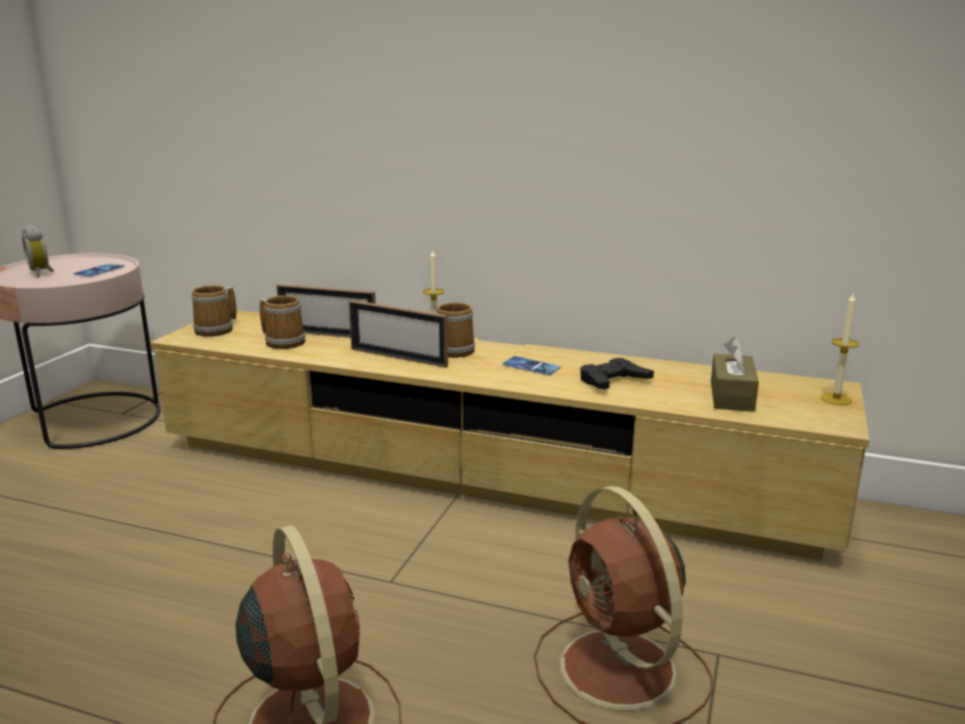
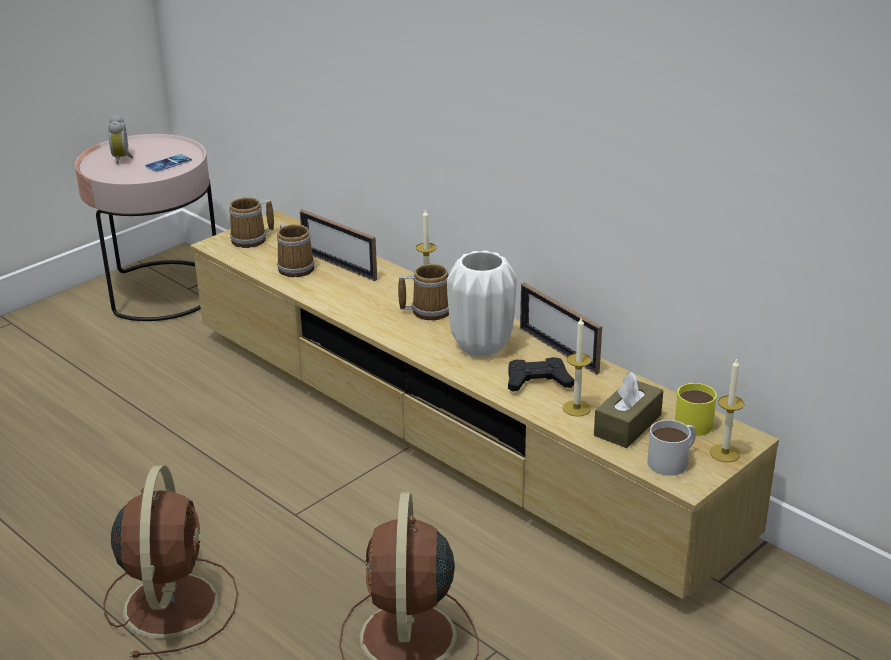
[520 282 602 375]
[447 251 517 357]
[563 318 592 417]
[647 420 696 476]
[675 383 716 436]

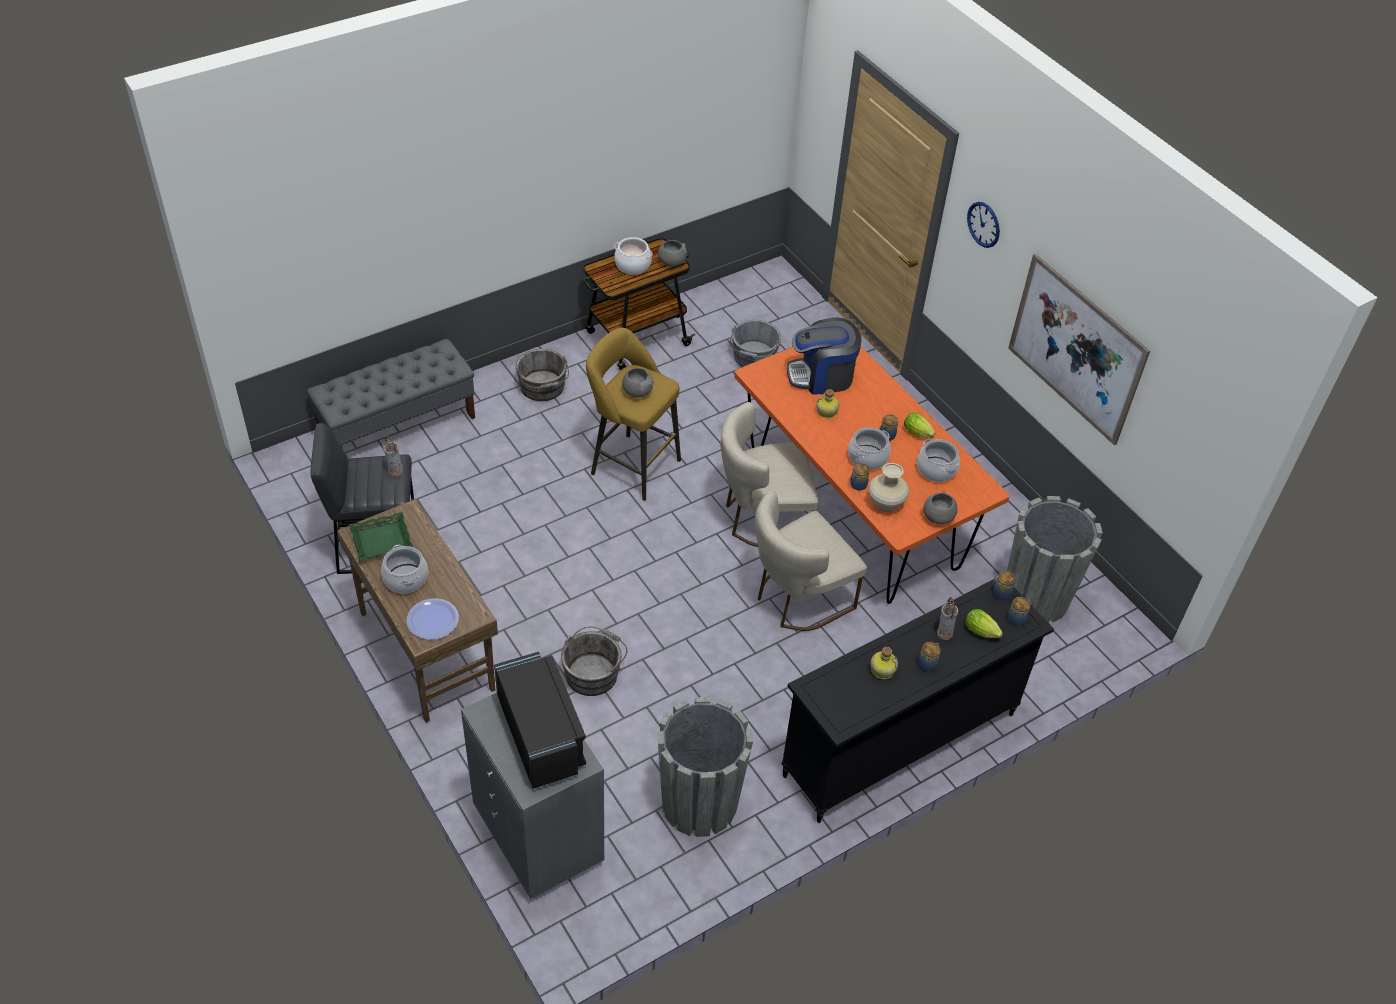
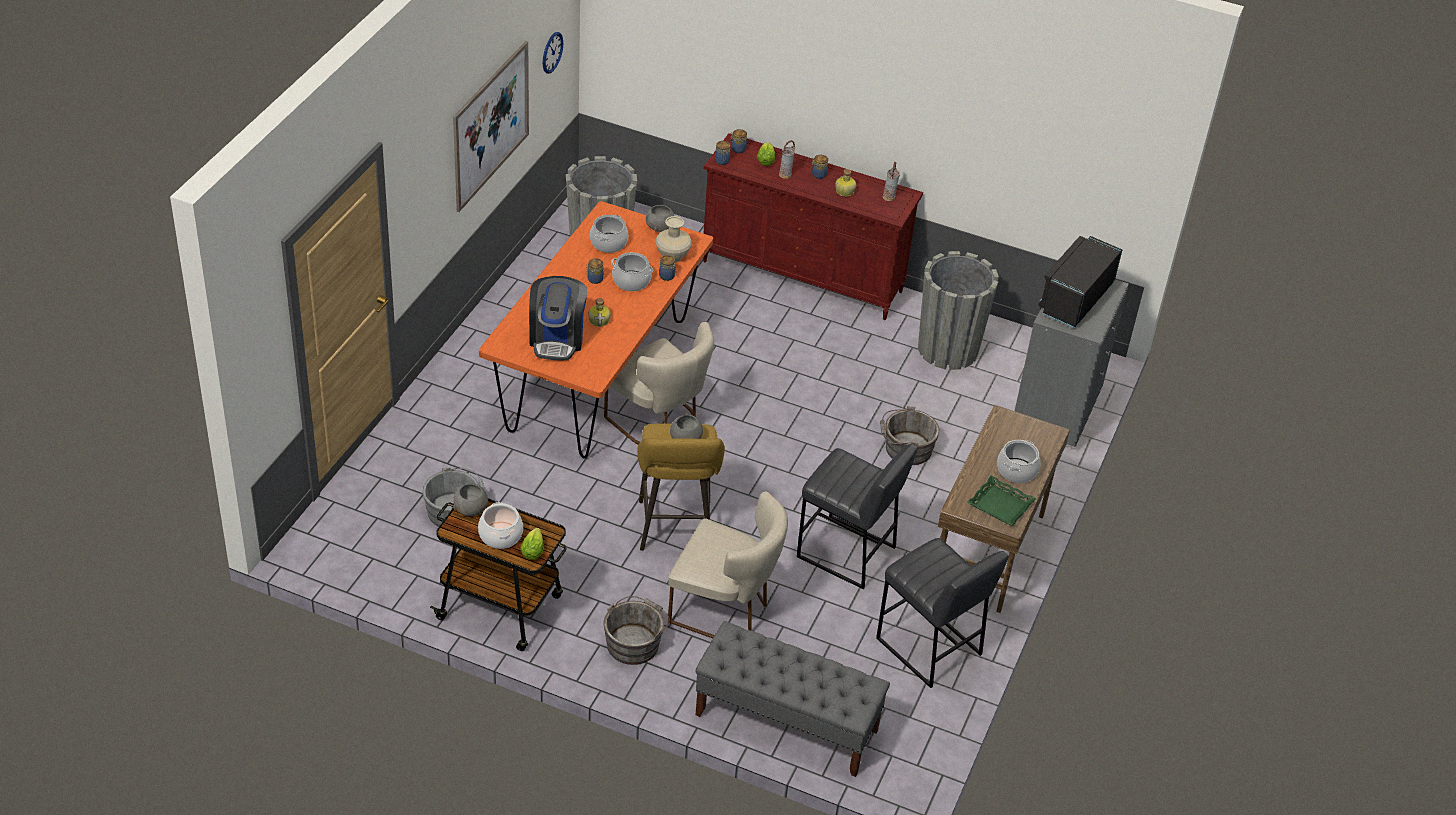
[883 162 900 201]
[406 598 459 640] (first image)
[668 491 788 638]
[703 133 923 320]
[529 276 587 361]
[520 528 544 560]
[543 32 563 74]
[797 444 918 589]

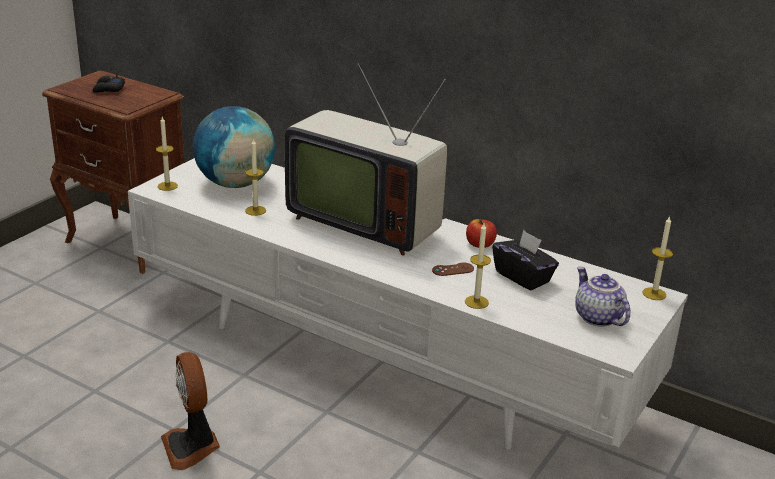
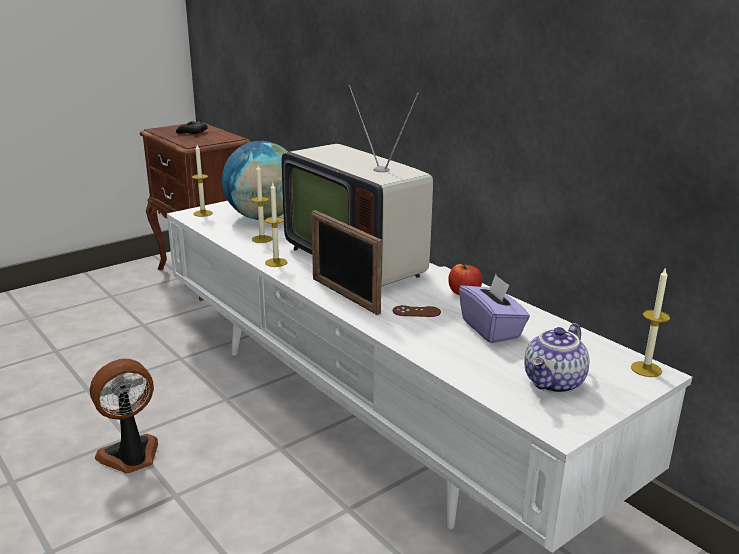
[90 359 158 473]
[265 183 287 267]
[459 274 530 344]
[524 323 590 394]
[311 210 382 315]

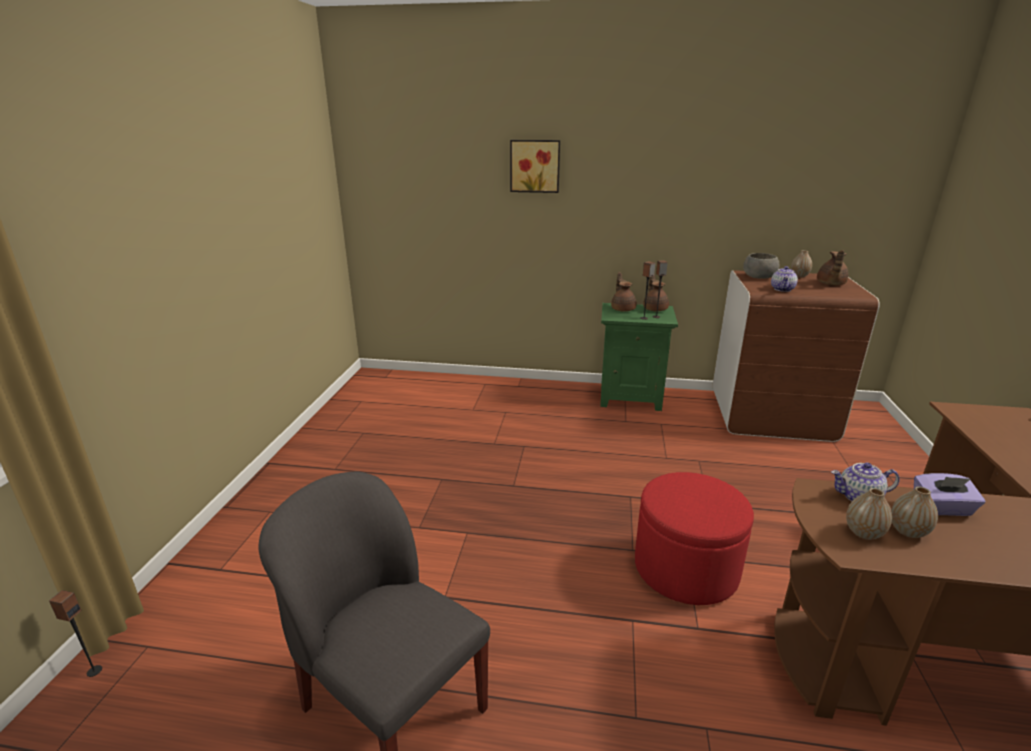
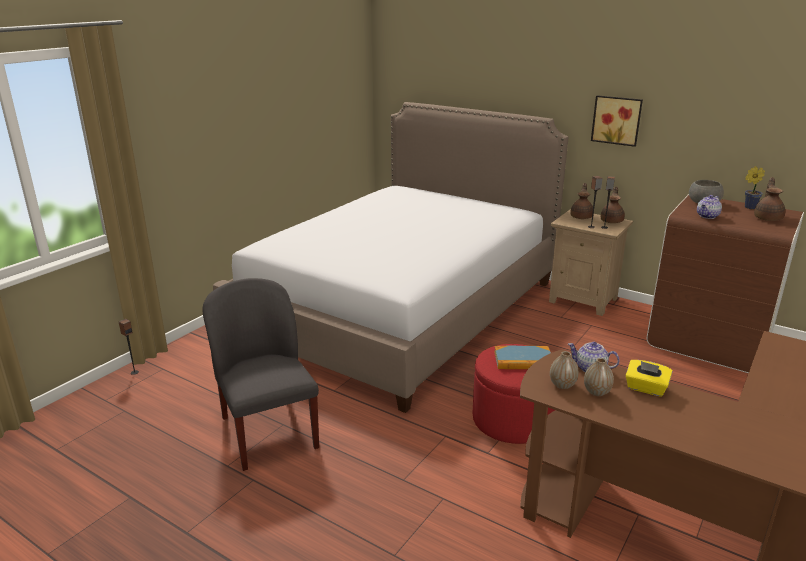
[591 95 643 147]
[549 209 633 316]
[745 166 765 209]
[754 177 785 221]
[626 360 673 397]
[213 102 569 413]
[494 346 551 369]

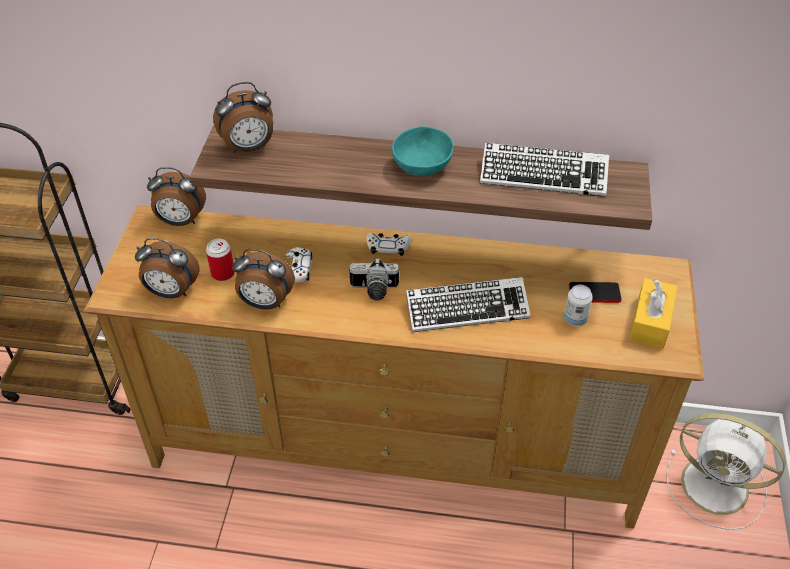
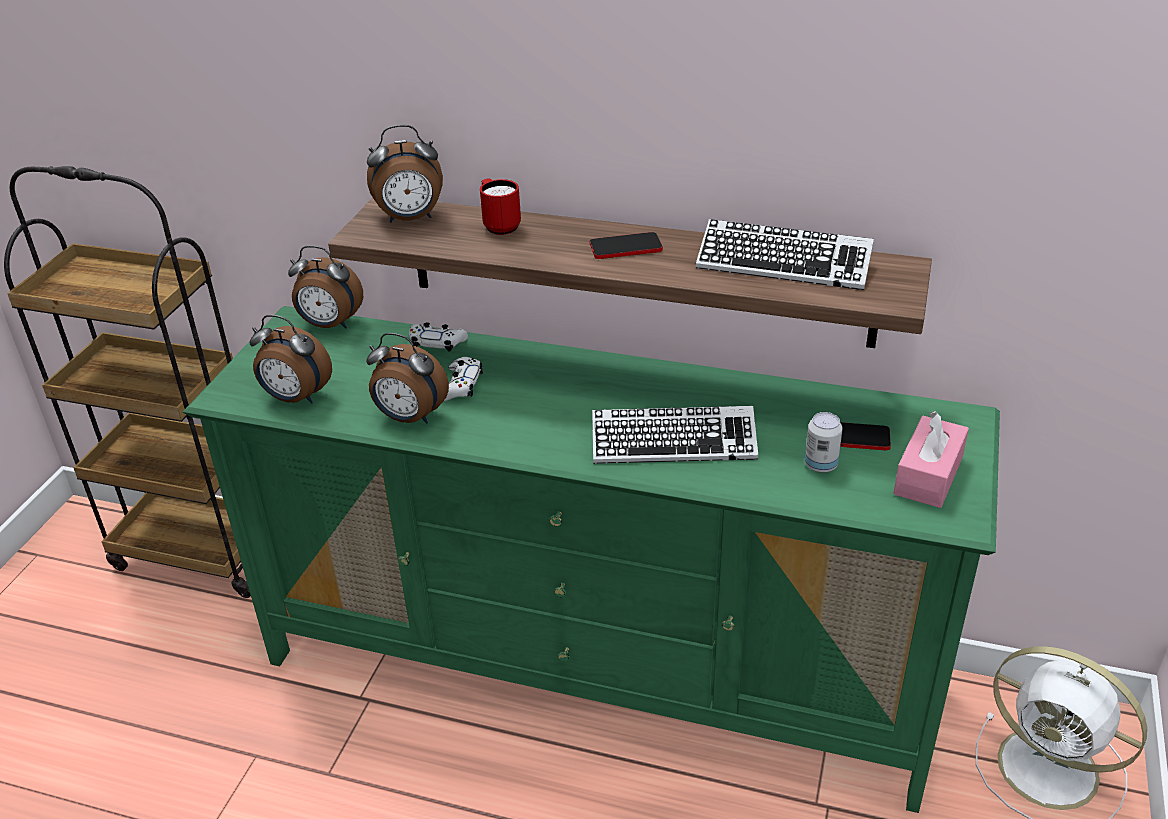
[183 306 1000 813]
[206 239 235 281] (first image)
[349 258 399 301] (first image)
[409 322 468 351]
[590 232 663 259]
[893 411 969 508]
[480 178 521 235]

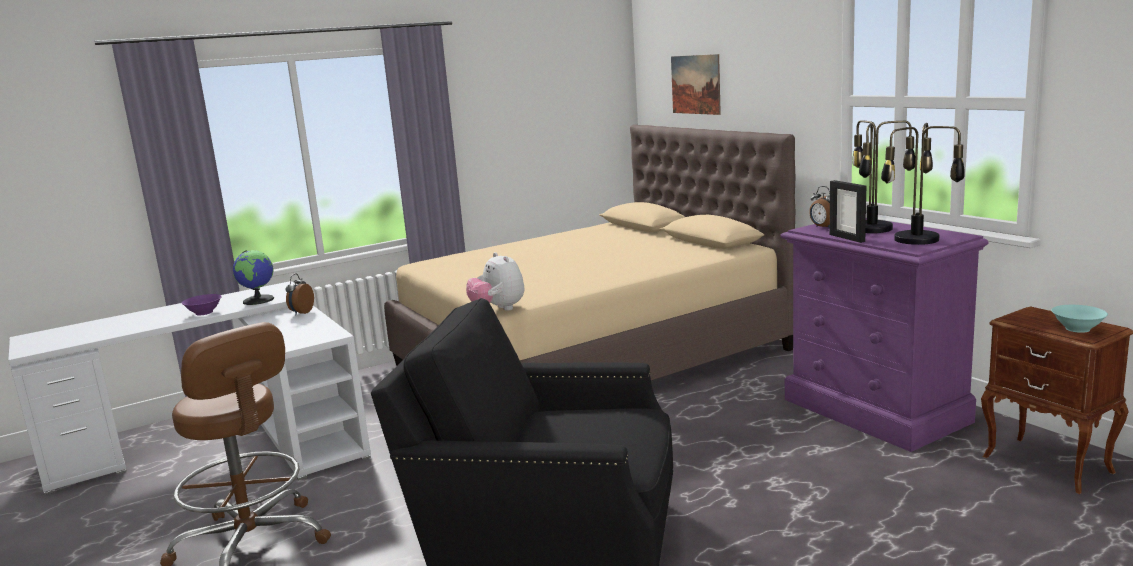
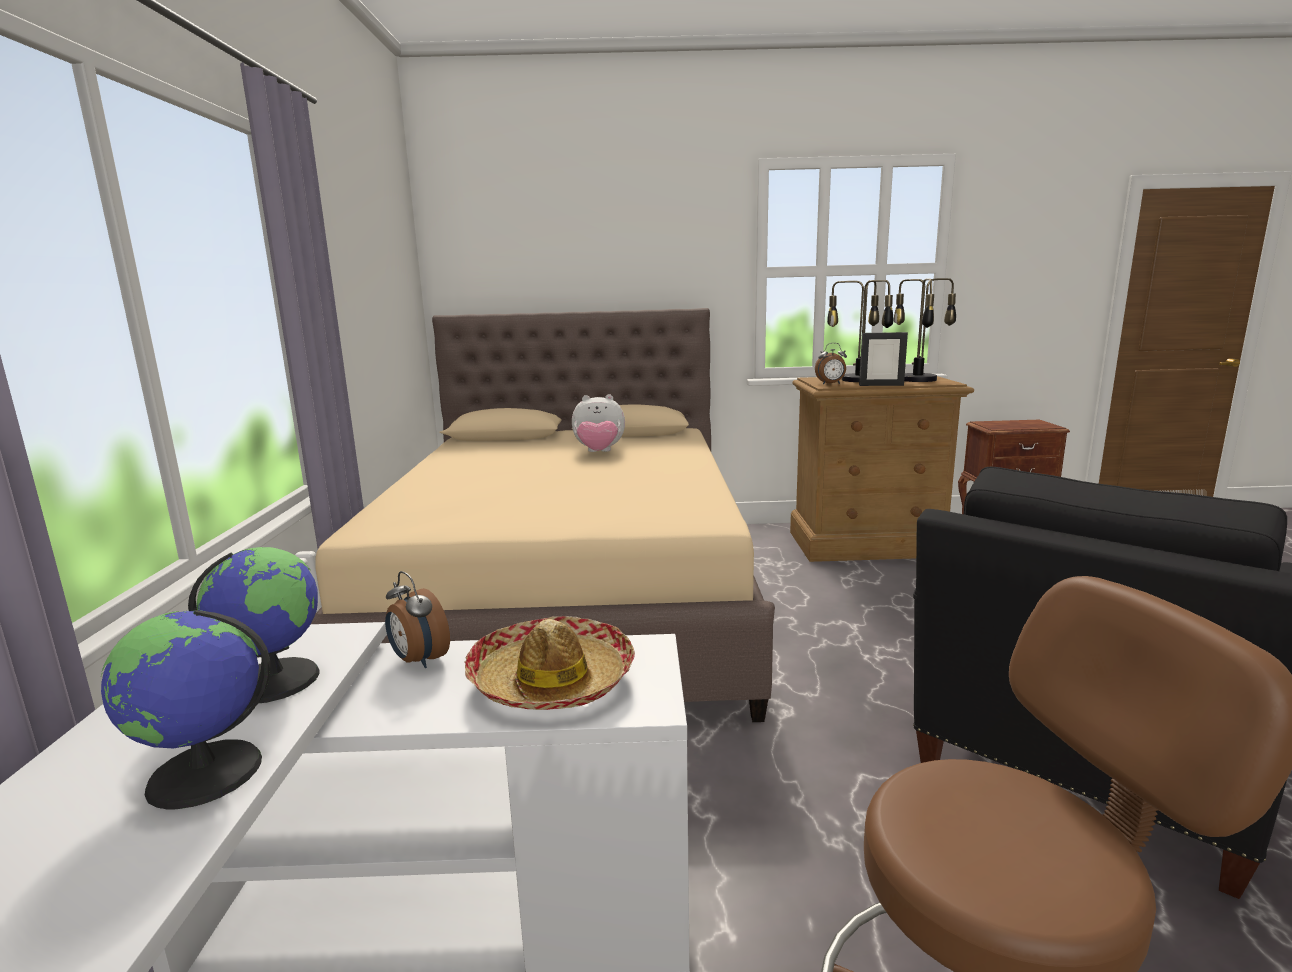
[101 610 270 809]
[572 394 625 452]
[671 54 721 115] (first image)
[790 376 974 562]
[1051 305 1108 333] (first image)
[465 616 635 710]

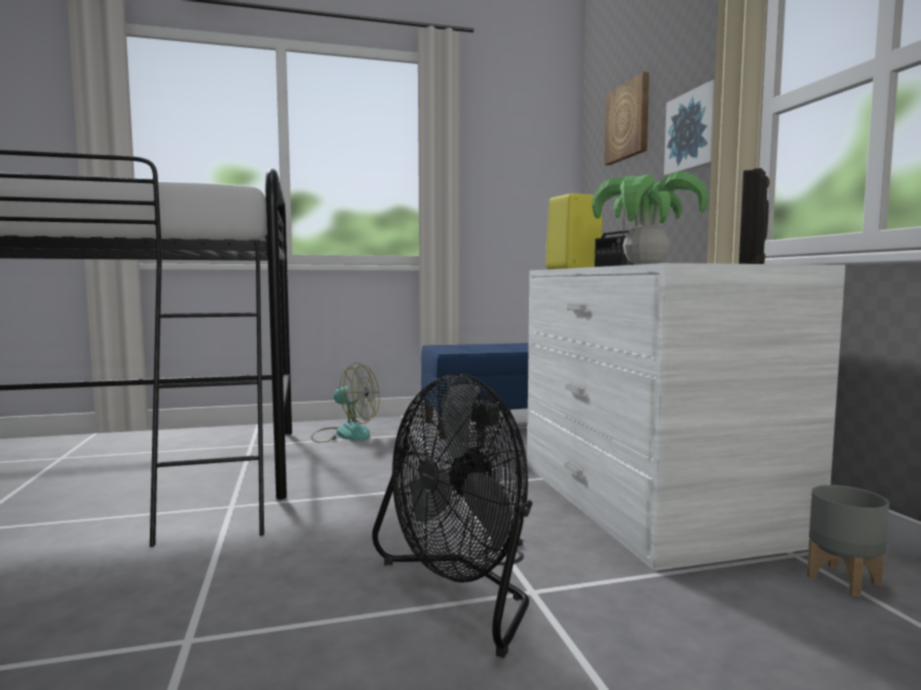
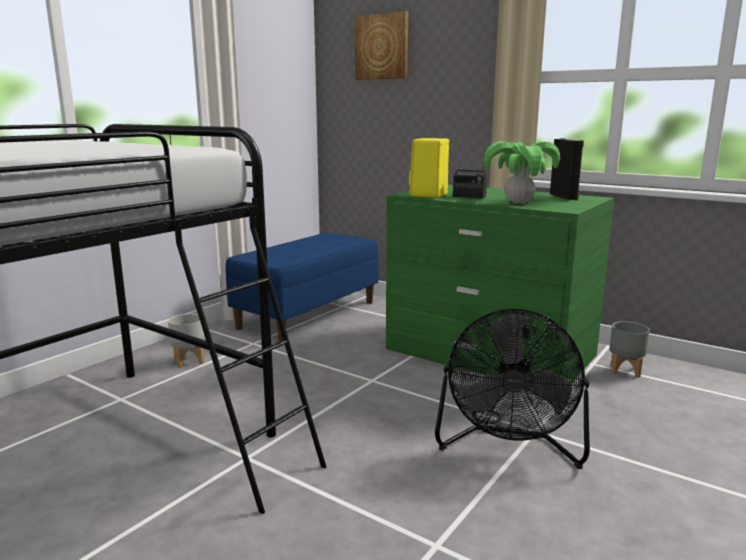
[168 314 205 368]
[386 185 614 384]
[664 79 715 176] (first image)

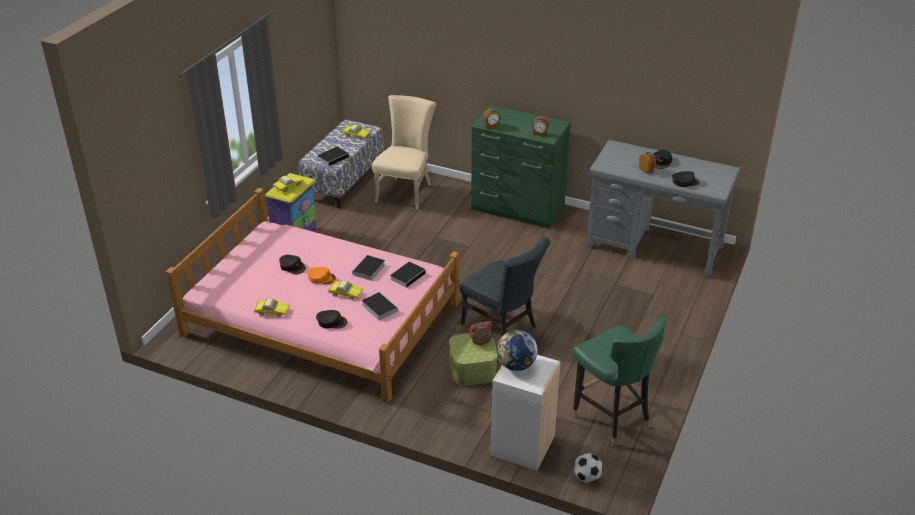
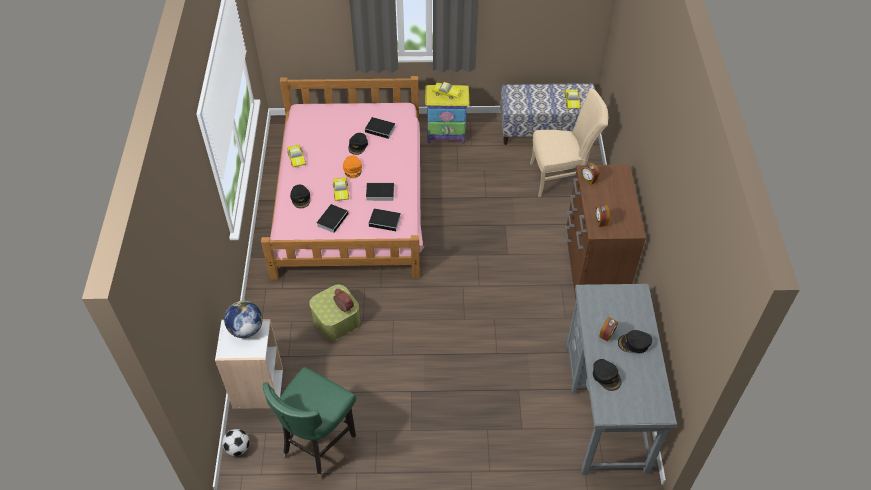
[365 117 395 139]
[460 237 551 336] (first image)
[565 164 646 299]

